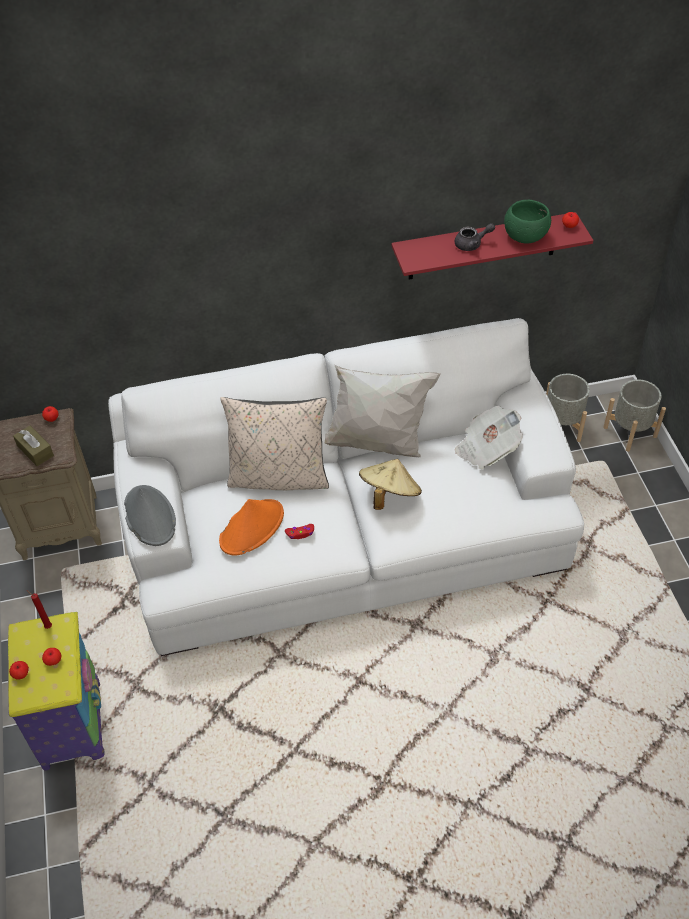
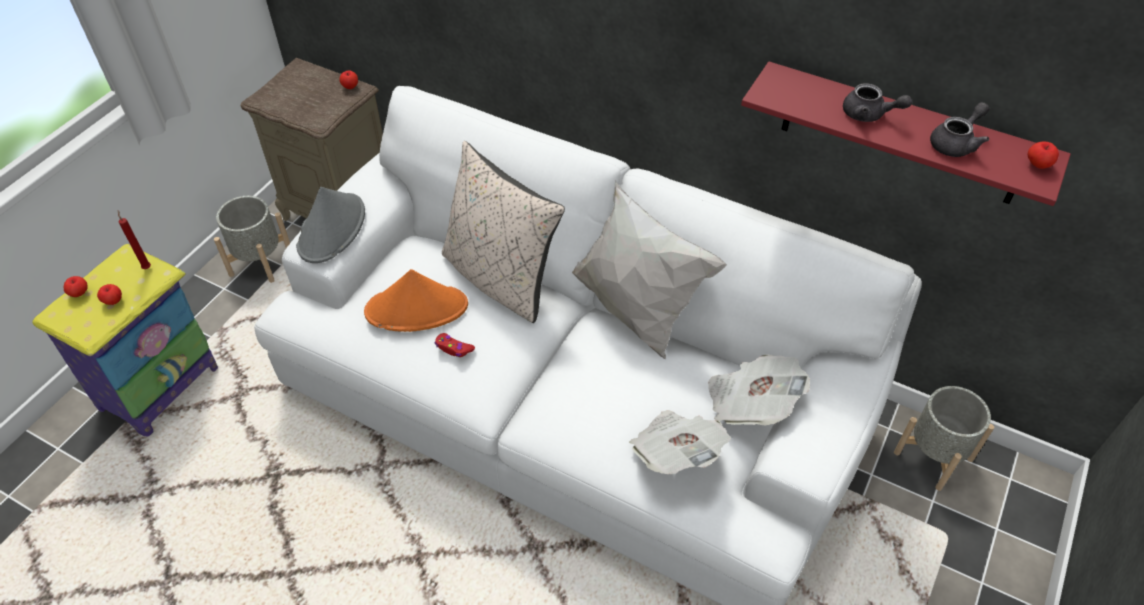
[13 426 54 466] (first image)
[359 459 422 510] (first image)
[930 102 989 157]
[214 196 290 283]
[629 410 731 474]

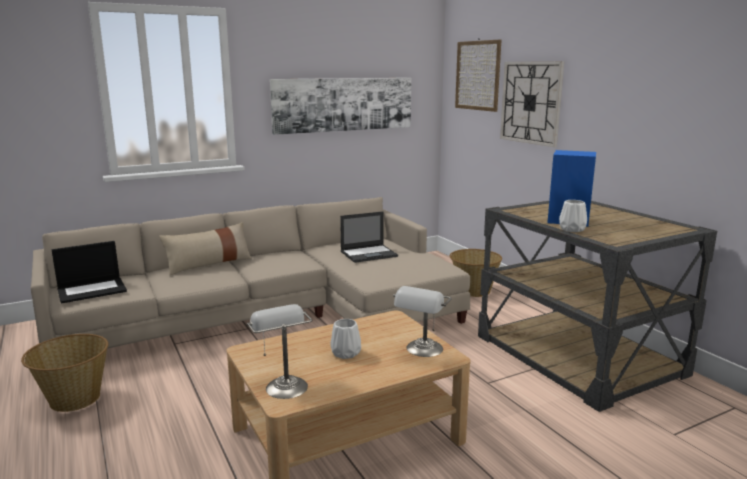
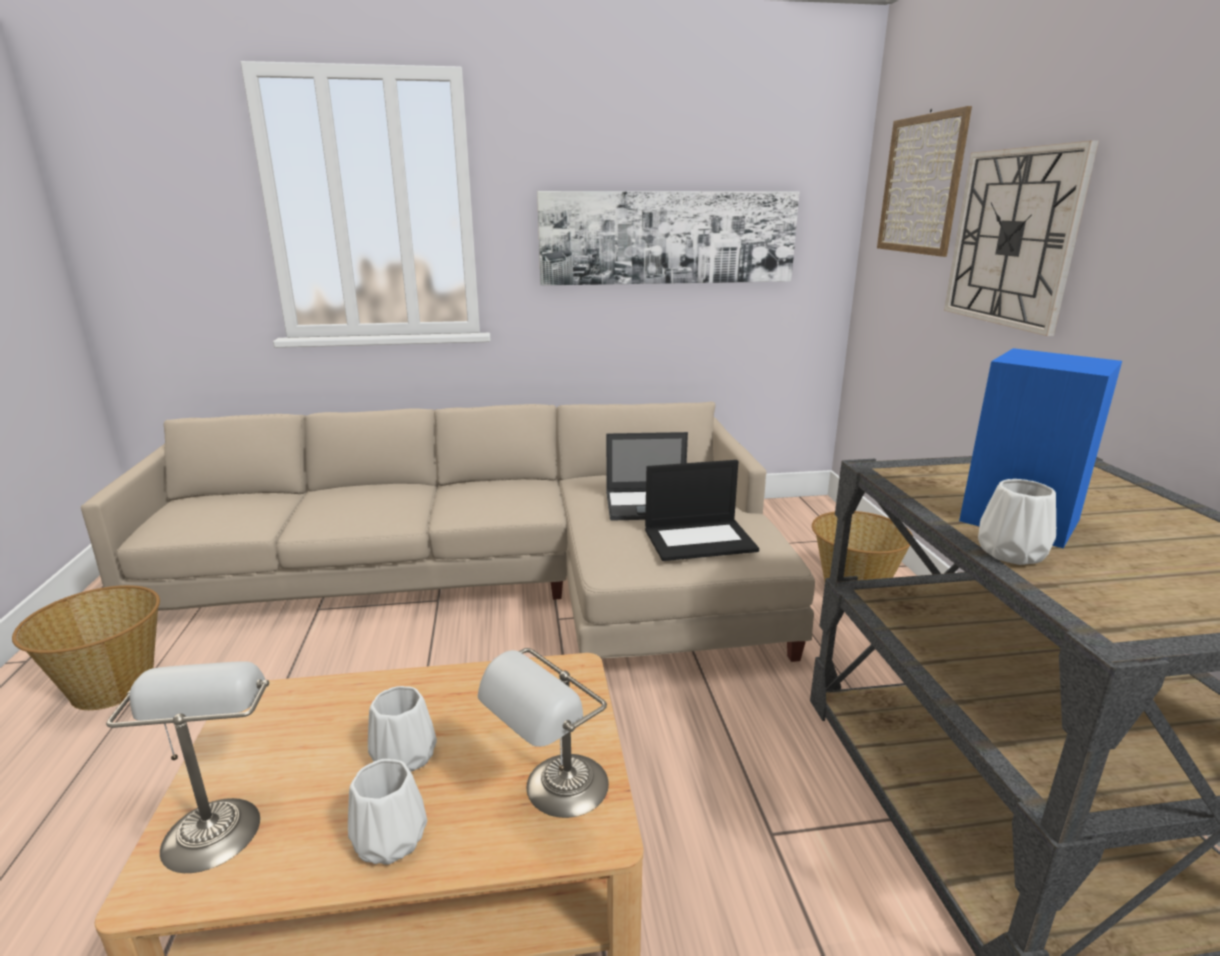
[645 460 759 561]
[159 222 252 276] (first image)
[348 759 427 865]

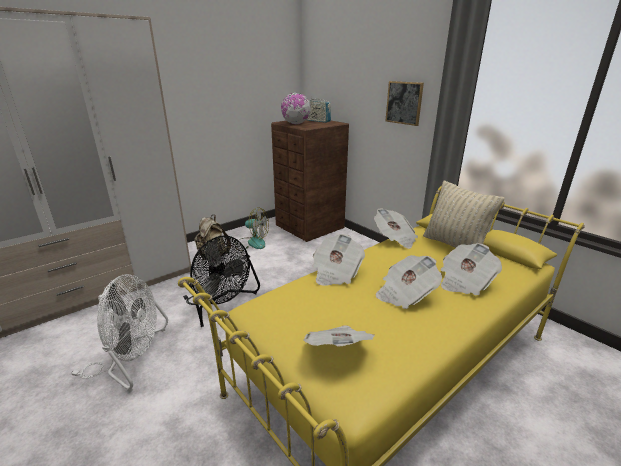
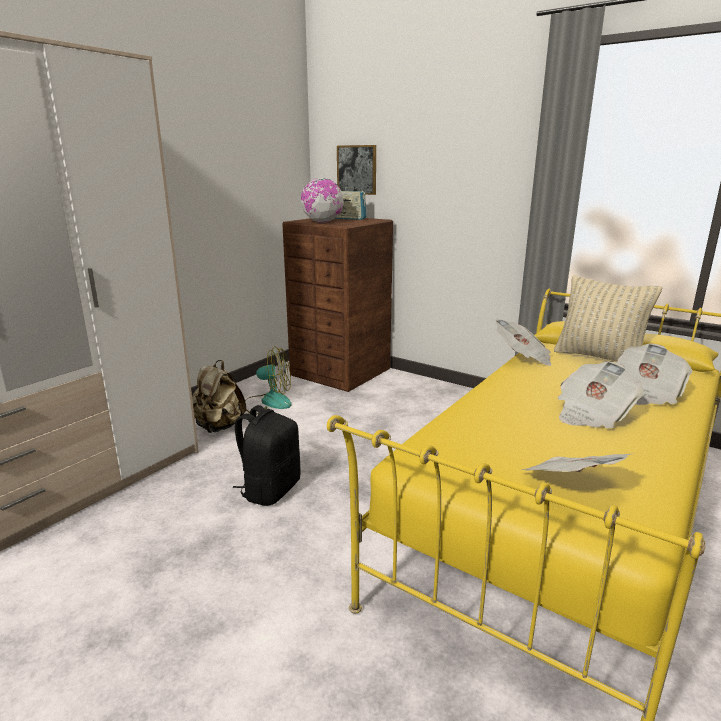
[71 274 168 392] (first image)
[233 405 300 506]
[313 234 365 286] (first image)
[337 145 376 195]

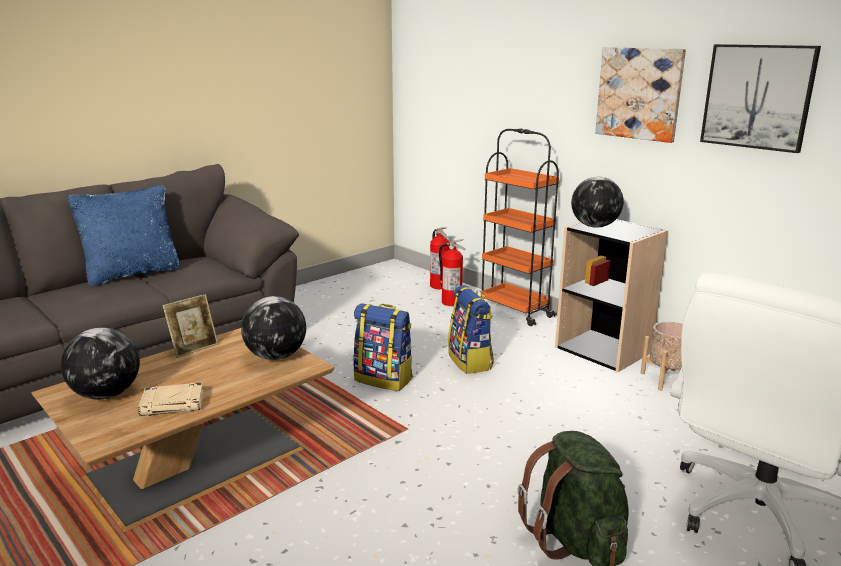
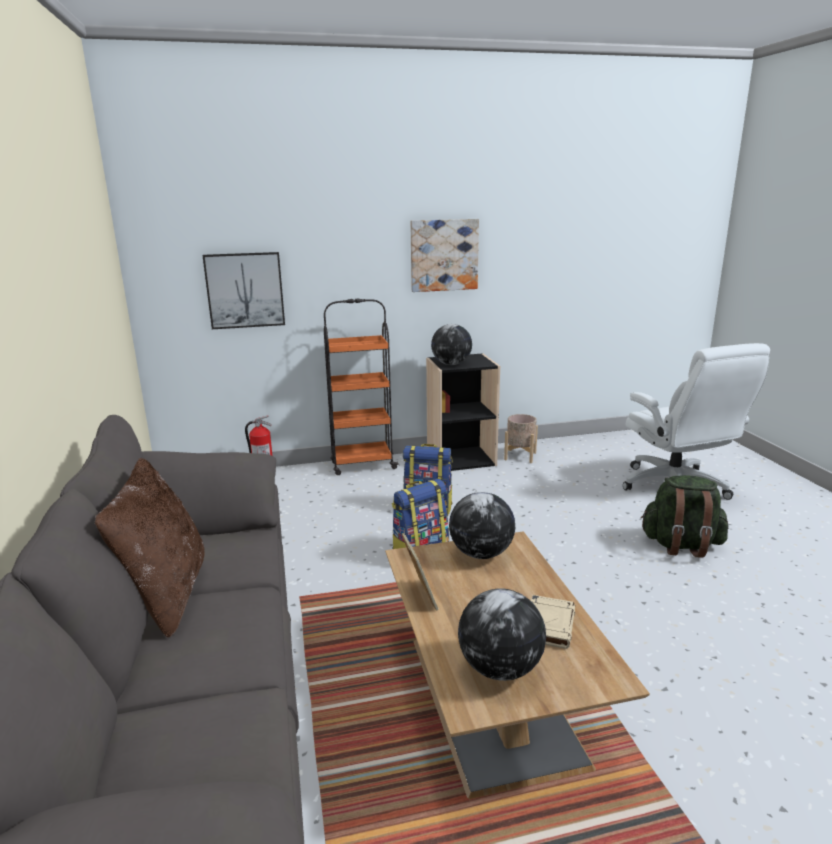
[95 458 205 637]
[439 239 466 306] (first image)
[202 252 285 329]

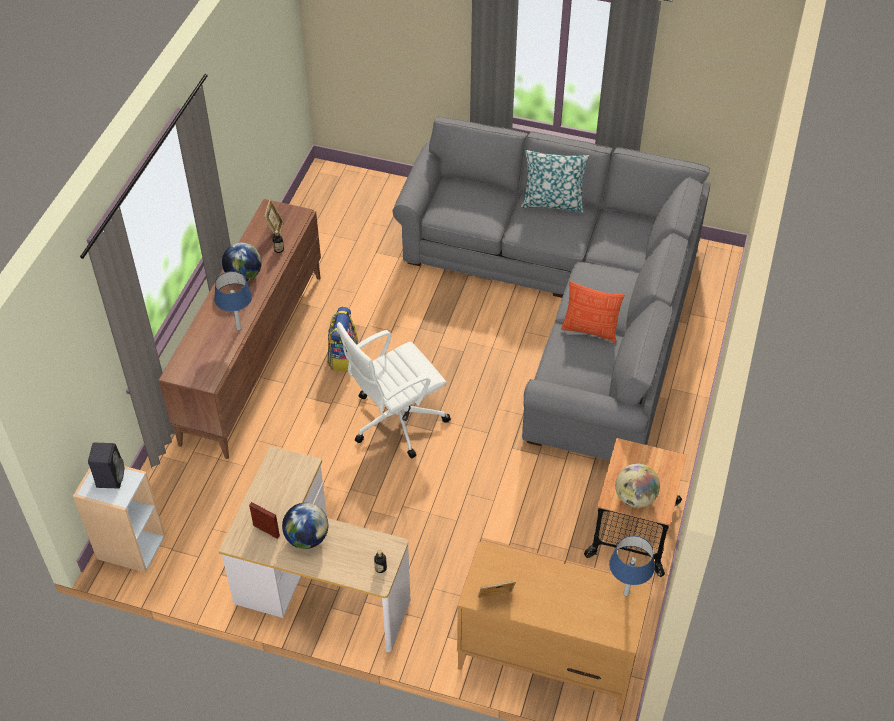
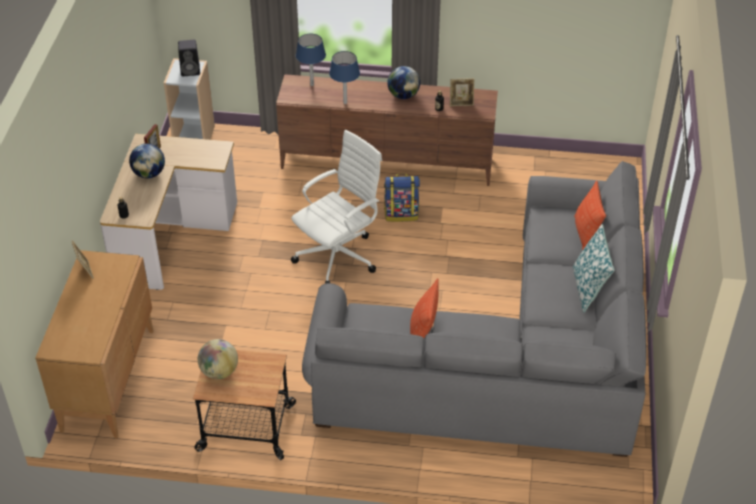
[291 130 382 284]
[296 34 326 86]
[574 181 606 250]

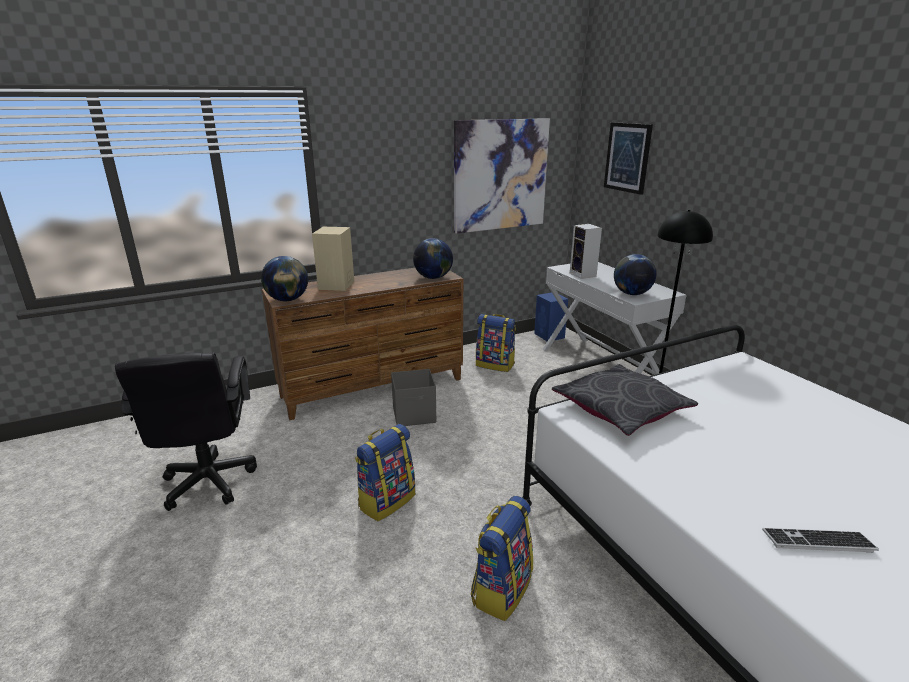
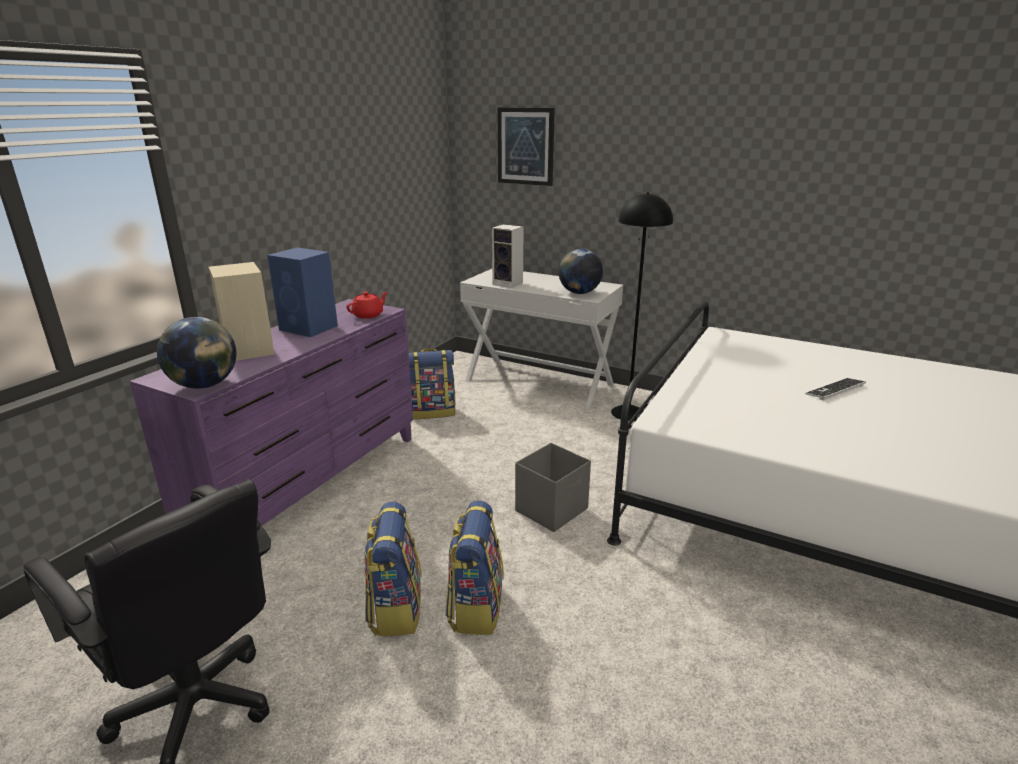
[130 299 413 526]
[515 443 591 532]
[347 292 387 319]
[454 118 550 234] (first image)
[364 502 421 636]
[267 248 338 337]
[552 364 698 436] (first image)
[805 378 866 400]

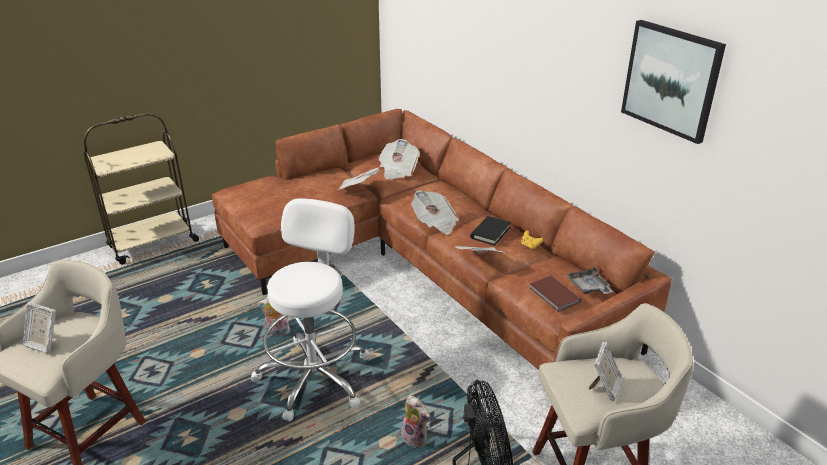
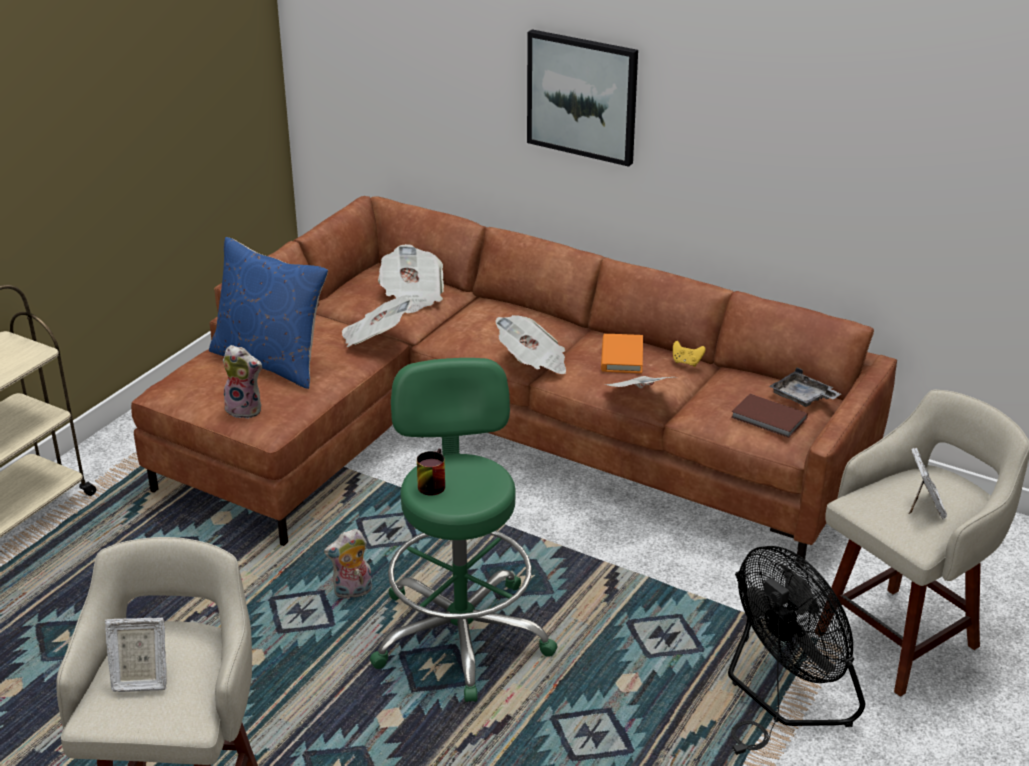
[370 358 557 702]
[223 345 262 419]
[601 334 643 373]
[527 29 638 167]
[209 237 328 389]
[417 449 445 496]

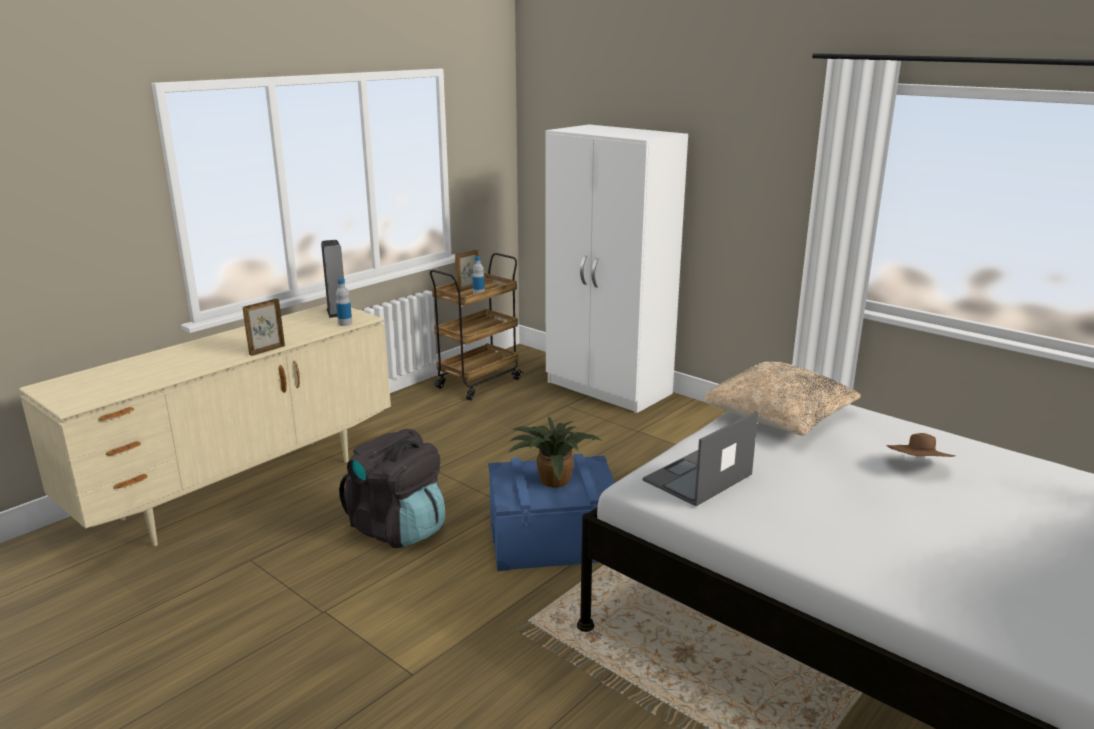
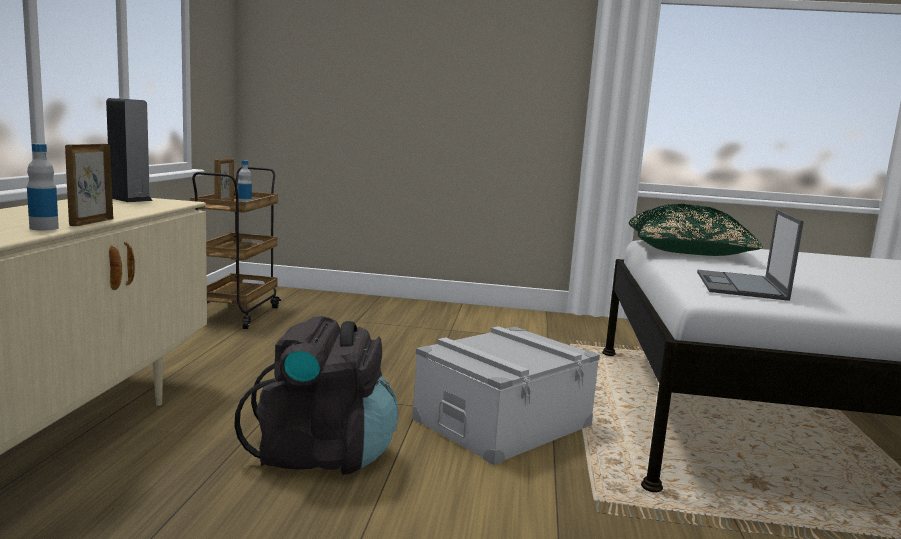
[27 144 59 230]
[413 326 600 465]
[508 416 602 488] (first image)
[545 124 688 413] (first image)
[628 204 762 256]
[887 433 956 457] (first image)

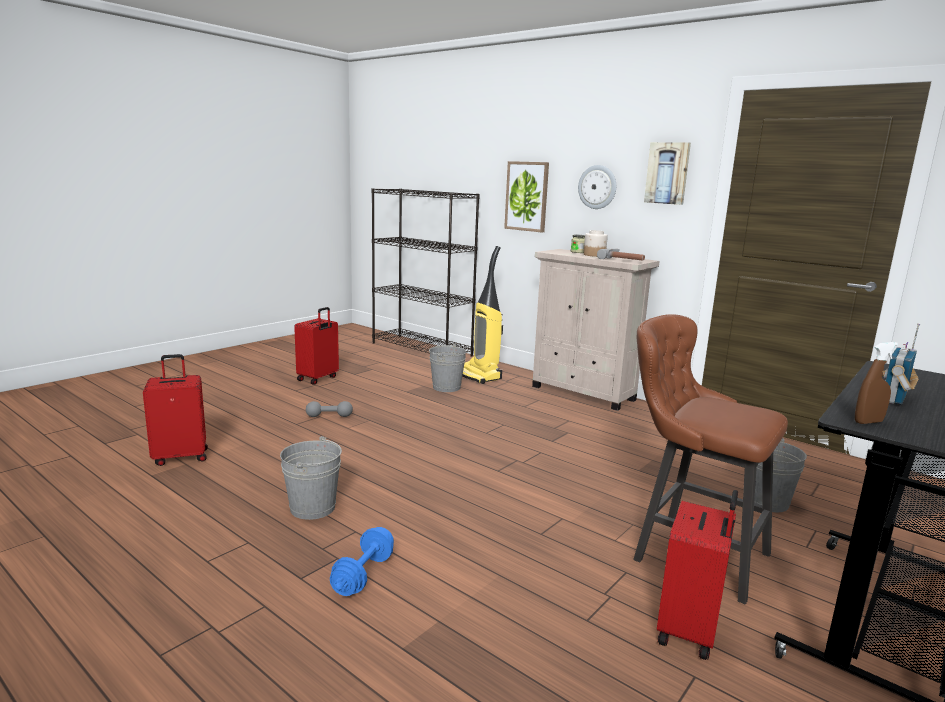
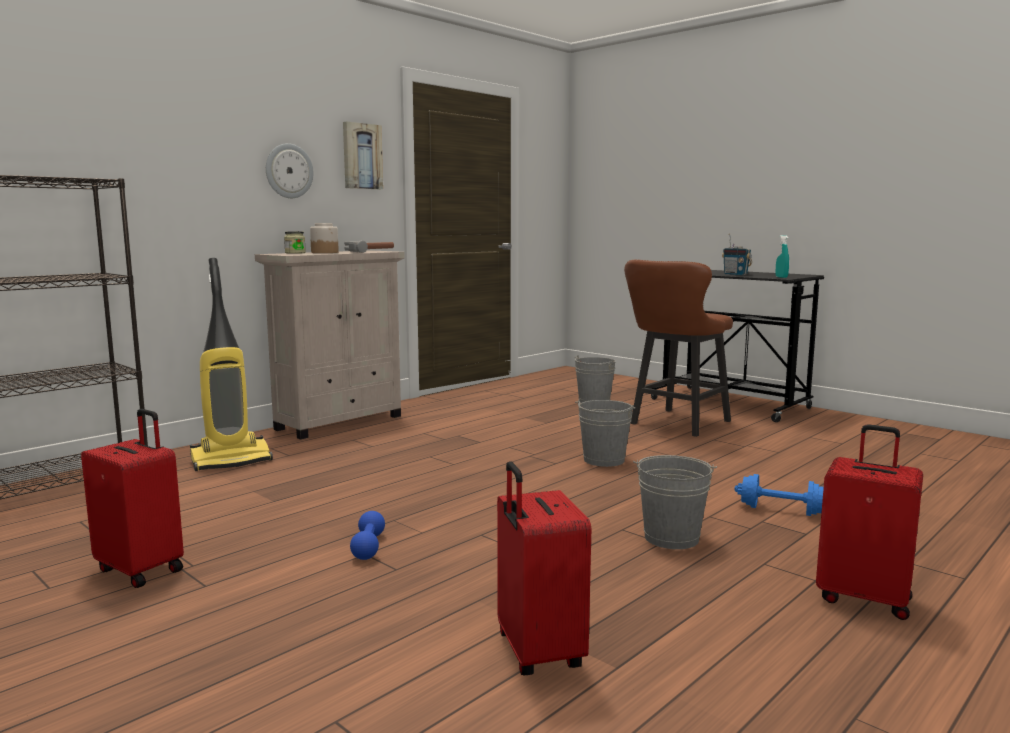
[350 511 385 560]
[575 400 635 467]
[504 161 549 232] (first image)
[816 424 923 620]
[776 235 789 278]

